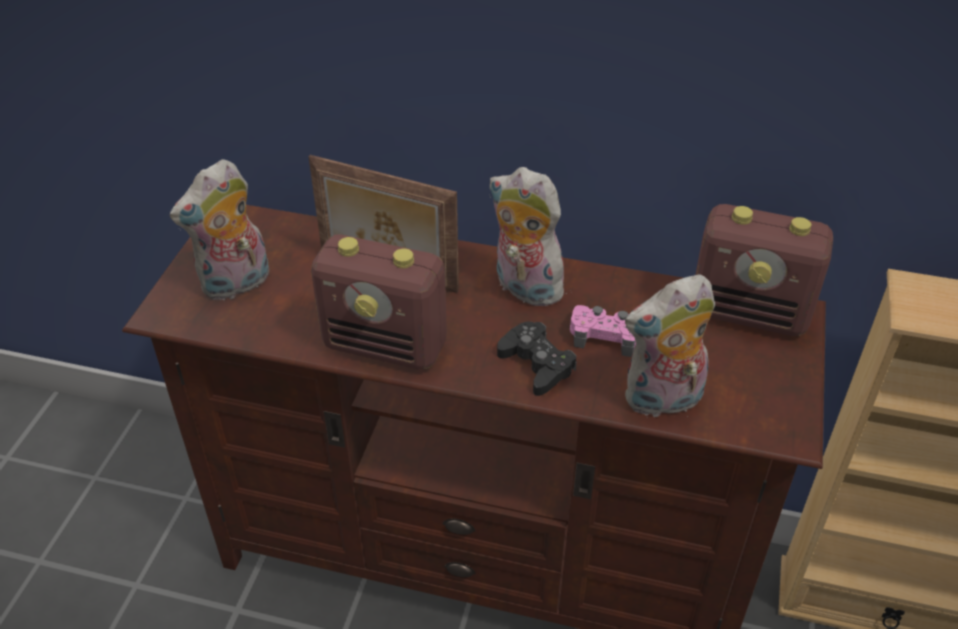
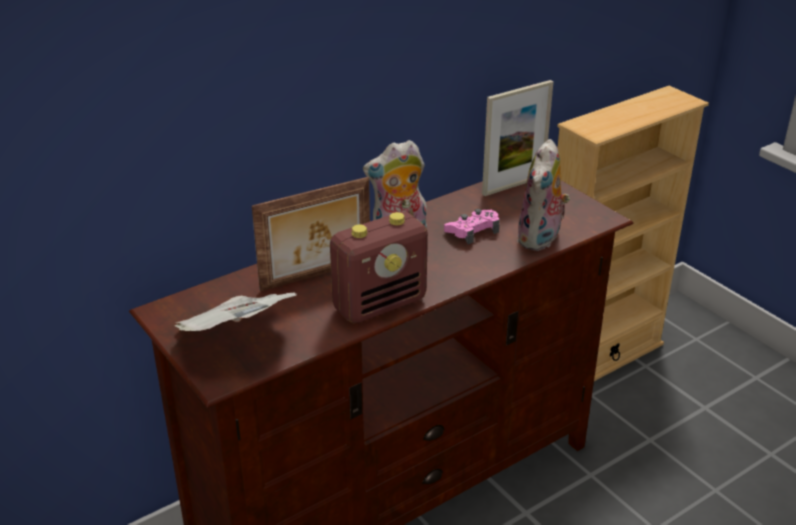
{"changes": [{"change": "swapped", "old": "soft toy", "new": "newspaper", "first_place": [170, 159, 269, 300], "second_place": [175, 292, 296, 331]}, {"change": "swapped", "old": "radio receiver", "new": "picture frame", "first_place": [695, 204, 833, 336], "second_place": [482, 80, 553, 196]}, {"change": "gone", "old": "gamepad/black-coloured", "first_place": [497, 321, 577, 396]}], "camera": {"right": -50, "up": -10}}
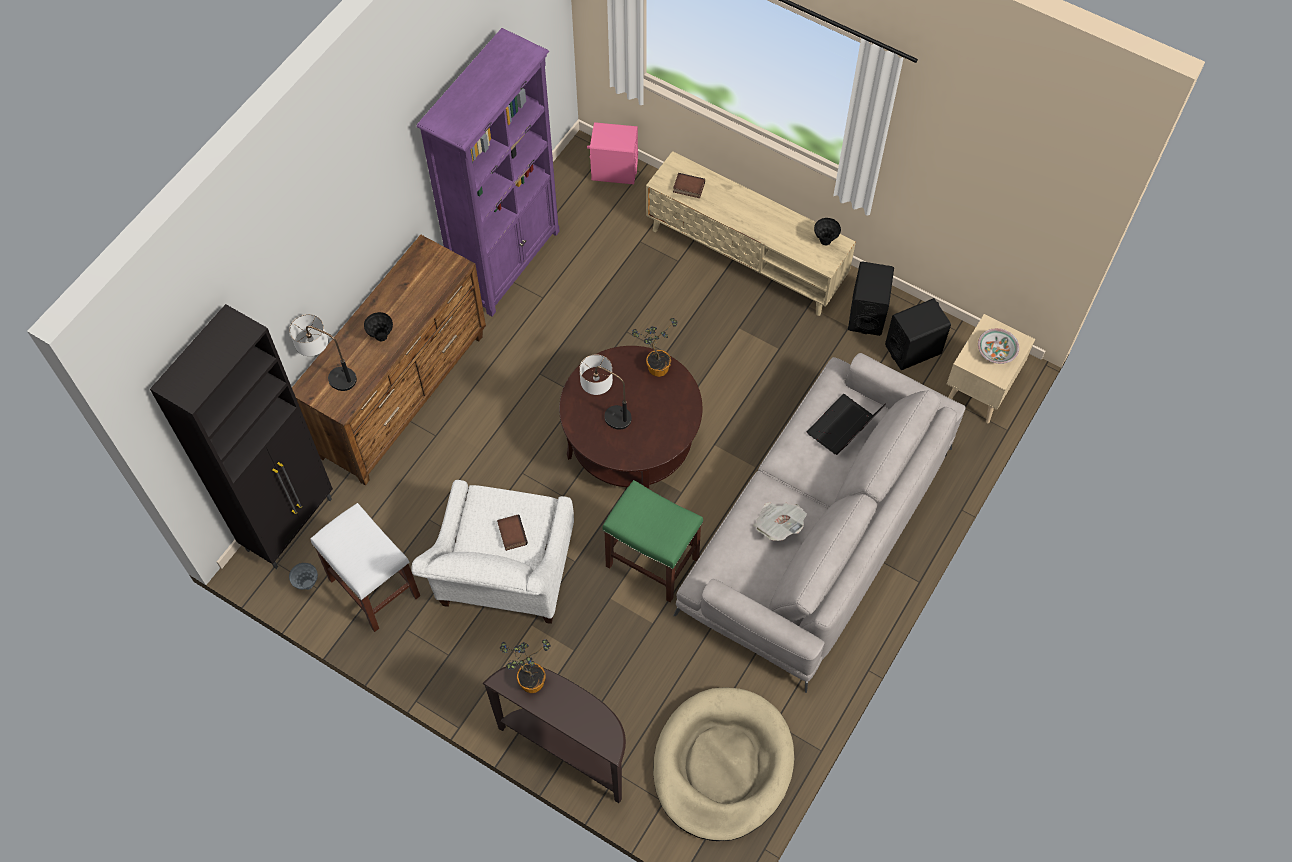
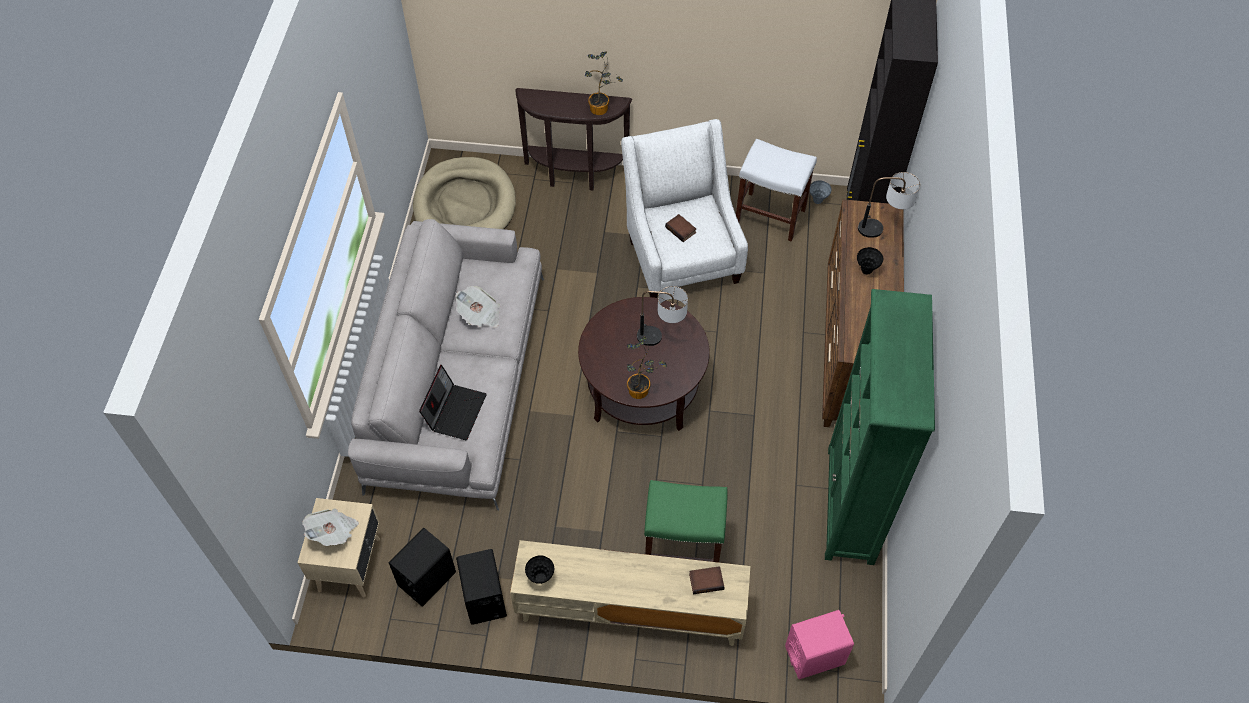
{"changes": [{"change": "swapped", "old": "bowl", "new": "newspaper", "first_place": [978, 328, 1019, 364], "second_place": [302, 508, 359, 546]}, {"change": "shifted", "old": "stool seat/greenish", "first_place": [603, 480, 703, 602], "second_place": [644, 480, 728, 563]}, {"change": "repainted", "old": "bookcase/purplish", "new": "bookcase/greenish", "first_place": [417, 28, 560, 316], "second_place": [825, 289, 935, 565]}], "camera": {"right": 155, "up": -5}}
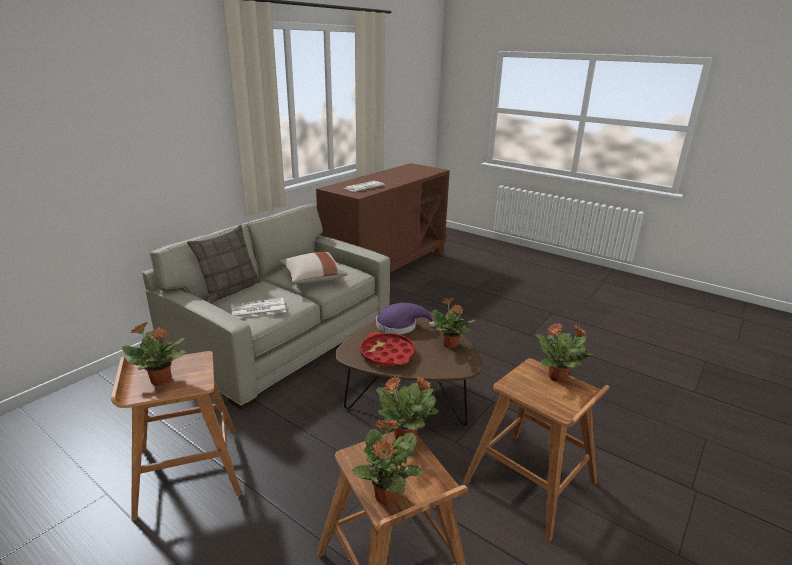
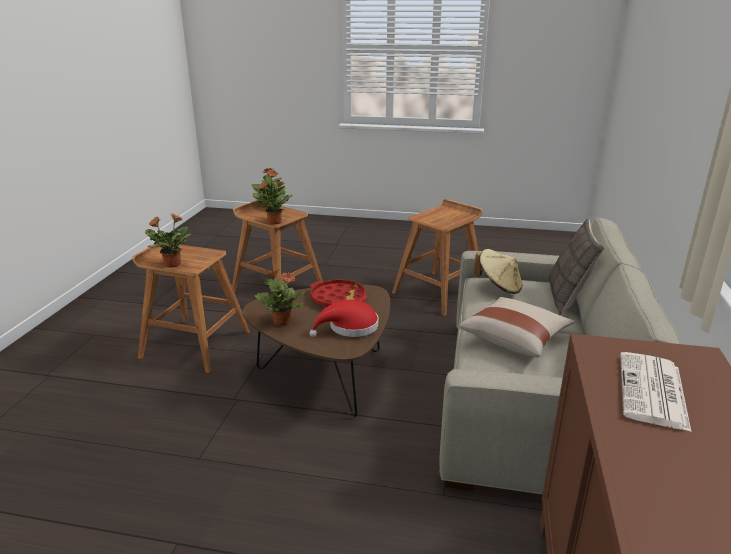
{"changes": [{"change": "repainted", "old": "wearable hat/purplish", "new": "wearable hat/reddish", "first_place": [376, 303, 435, 335], "second_place": [309, 300, 379, 337]}, {"change": "swapped", "old": "newspaper", "new": "wearable hat/beige-coloured", "first_place": [231, 298, 286, 318], "second_place": [474, 249, 522, 294]}, {"change": "gone", "old": "houseplant", "first_place": [122, 322, 186, 386]}], "camera": {"right": 155, "up": 0}}
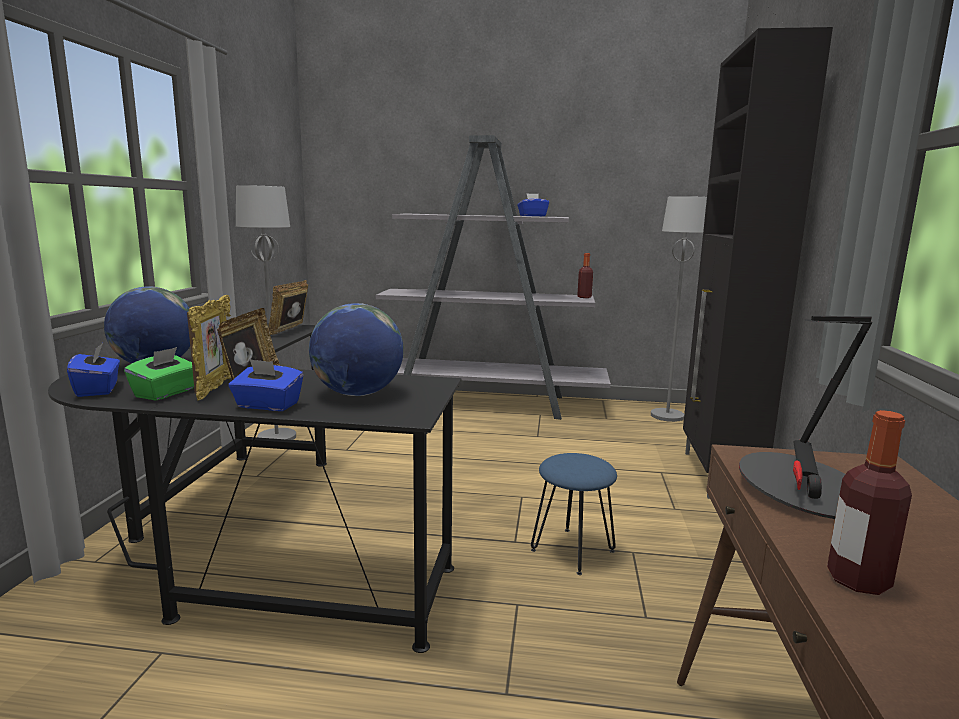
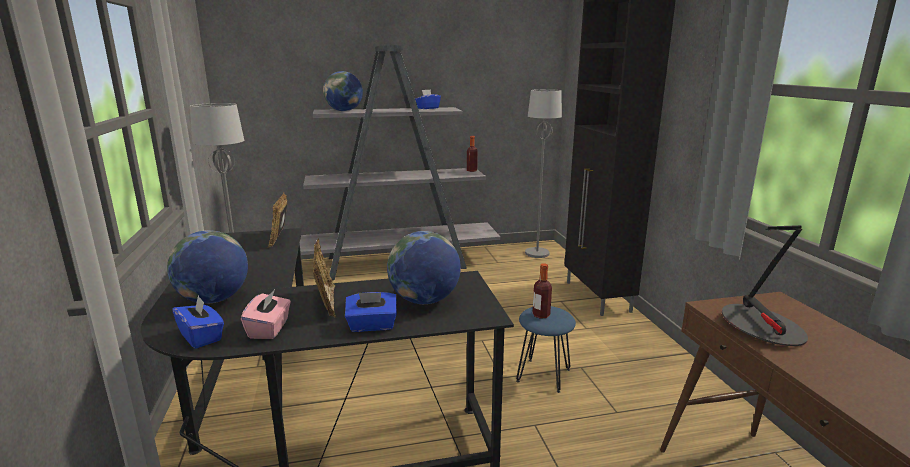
{"changes": [{"change": "repainted", "old": "box of tissues/greenish", "new": "box of tissues/pink", "first_place": [124, 347, 194, 401], "second_place": [241, 289, 291, 339]}, {"change": "new", "new": "globe", "second_place": [323, 71, 363, 111]}, {"change": "shifted", "old": "beverage bottle", "first_place": [827, 410, 912, 595], "second_place": [533, 263, 552, 319]}, {"change": "gone", "old": "picture frame", "first_place": [187, 295, 231, 401]}], "camera": {"right": -20, "up": 5}}
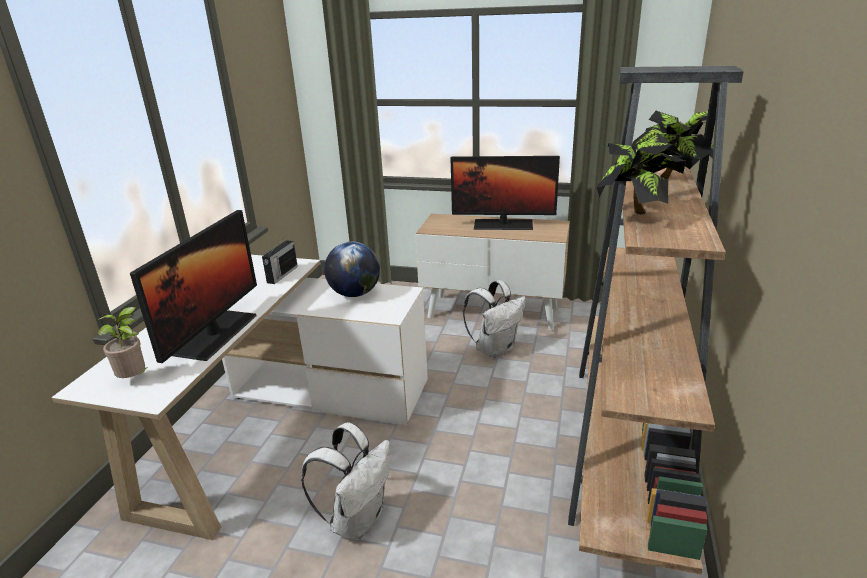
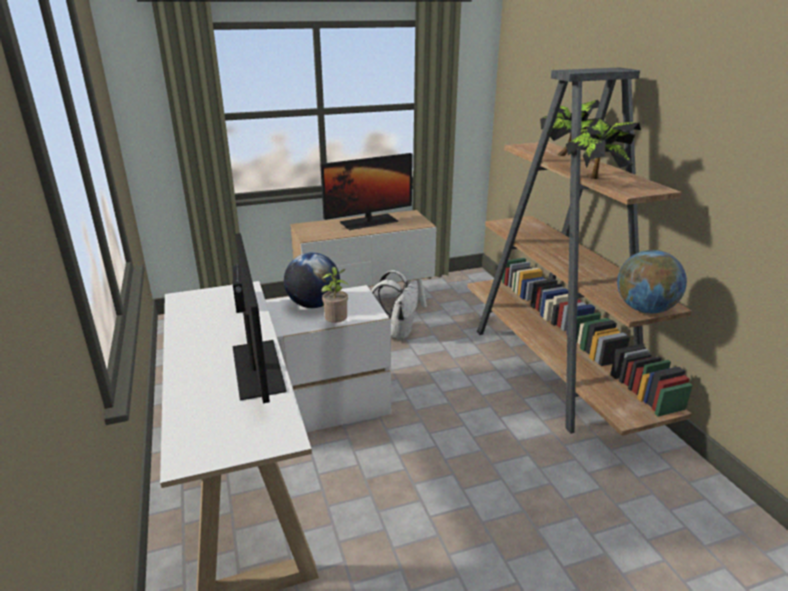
{"changes": [{"change": "shifted", "old": "houseplant", "first_place": [98, 307, 146, 378], "second_place": [321, 267, 349, 323]}, {"change": "new", "new": "globe", "second_place": [617, 250, 687, 313]}, {"change": "gone", "old": "rucksack/whitish", "first_place": [301, 422, 390, 541]}], "camera": {"right": -35, "up": 0}}
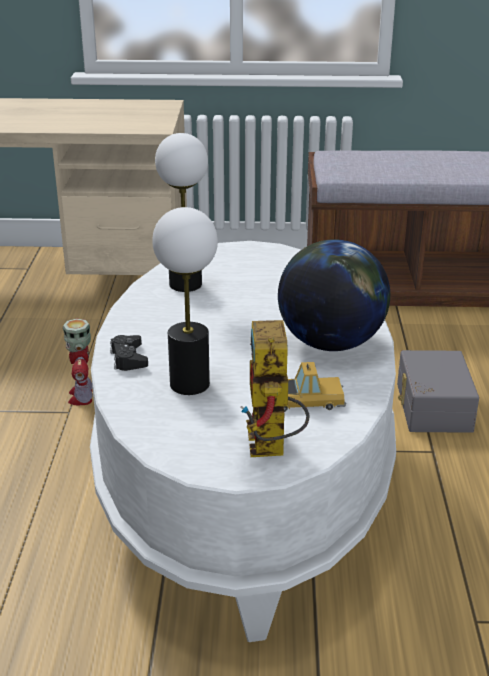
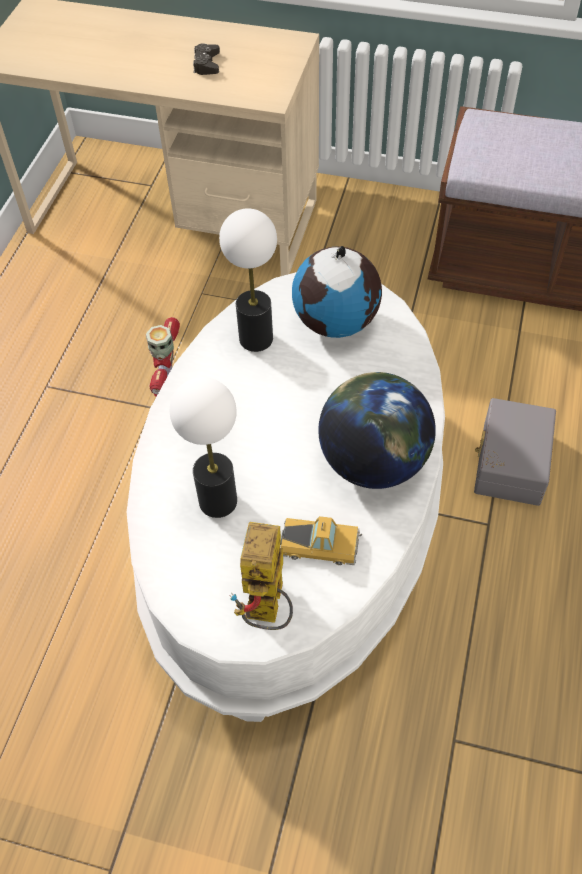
{"changes": [{"change": "shifted", "old": "gamepad/black-coloured", "first_place": [110, 335, 148, 371], "second_place": [193, 43, 220, 75]}, {"change": "new", "new": "globe", "second_place": [292, 246, 382, 338]}], "camera": {"right": 15, "up": 25}}
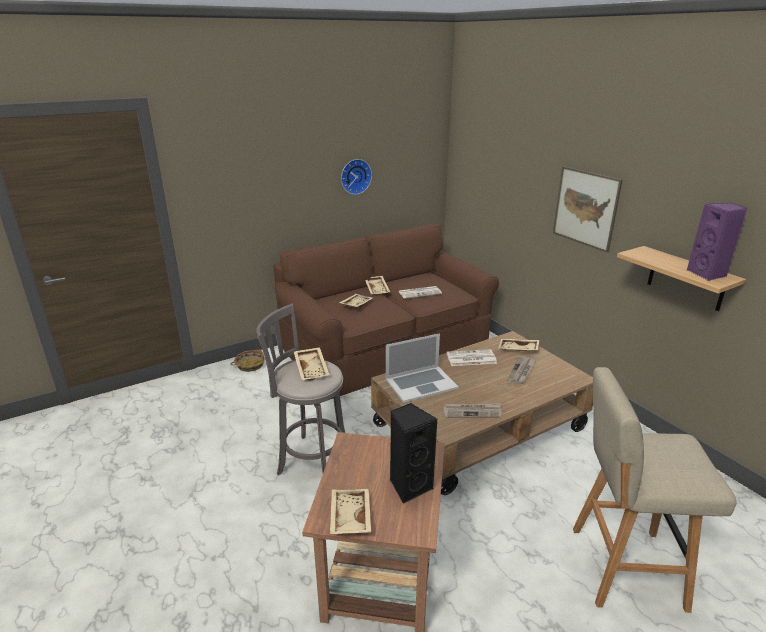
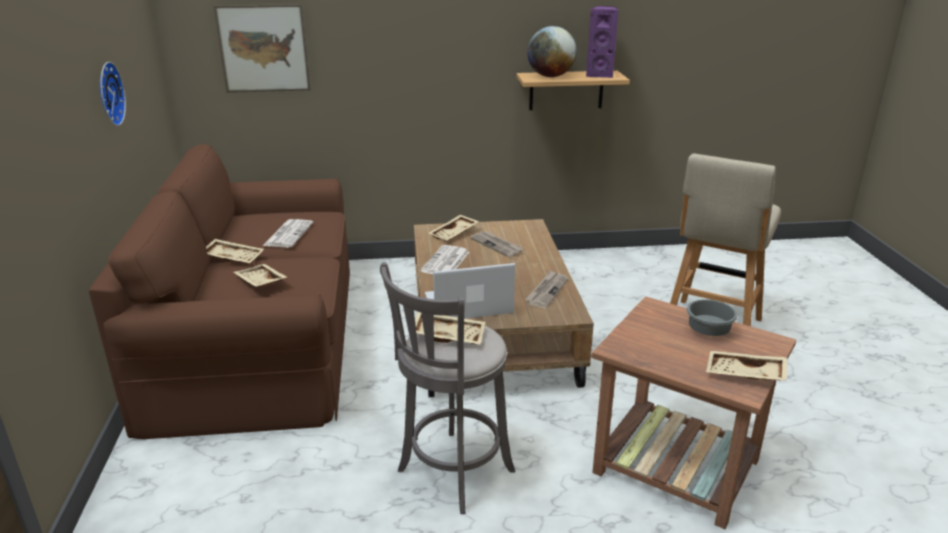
{"changes": [{"change": "shifted", "old": "picture", "first_place": [553, 166, 623, 253], "second_place": [213, 4, 311, 93]}, {"change": "rotated", "old": "laptop", "first_place": [386, 333, 458, 403], "second_place": [425, 263, 515, 319], "degrees": -105}, {"change": "new", "new": "globe", "second_place": [527, 26, 577, 77]}, {"change": "swapped", "old": "speaker/black-coloured", "new": "bowl/grey", "first_place": [390, 403, 437, 504], "second_place": [687, 299, 737, 336]}, {"change": "gone", "old": "household basket", "first_place": [230, 349, 264, 372]}], "camera": {"right": -65, "up": 0}}
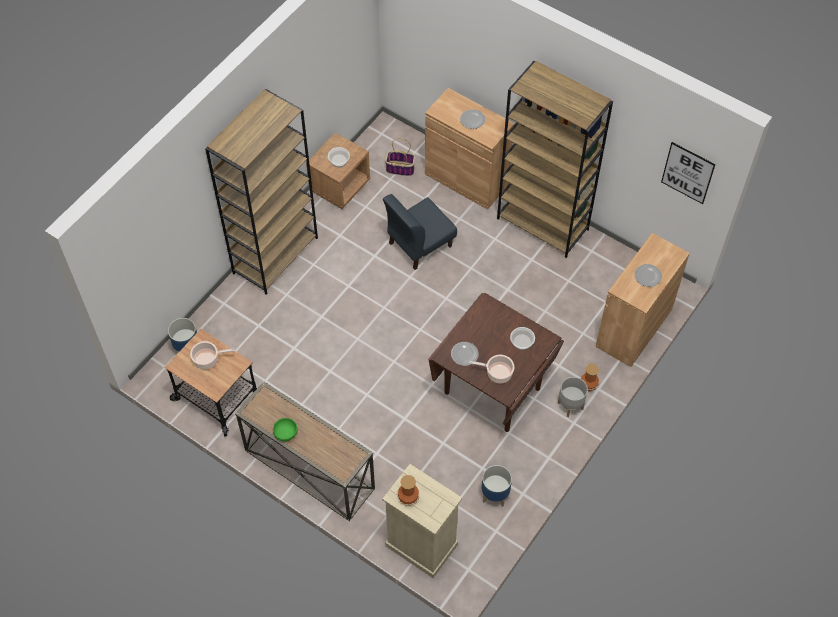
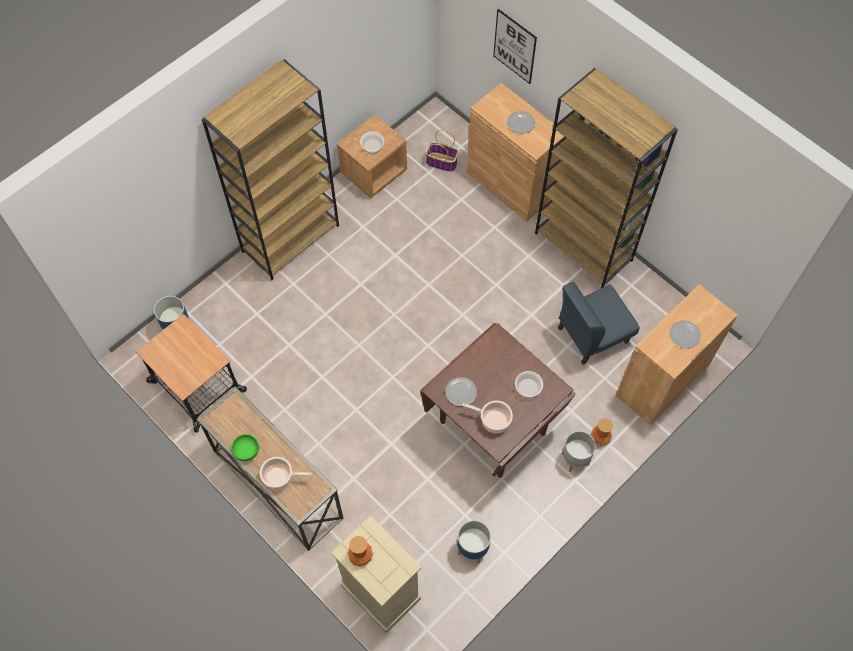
{"changes": [{"change": "shifted", "old": "saucepot", "first_place": [190, 341, 235, 369], "second_place": [260, 457, 312, 490]}, {"change": "shifted", "old": "picture", "first_place": [661, 142, 716, 204], "second_place": [493, 9, 537, 84]}, {"change": "shifted", "old": "chair/blue", "first_place": [383, 194, 457, 270], "second_place": [558, 282, 640, 365]}], "camera": {"right": 10, "up": 5}}
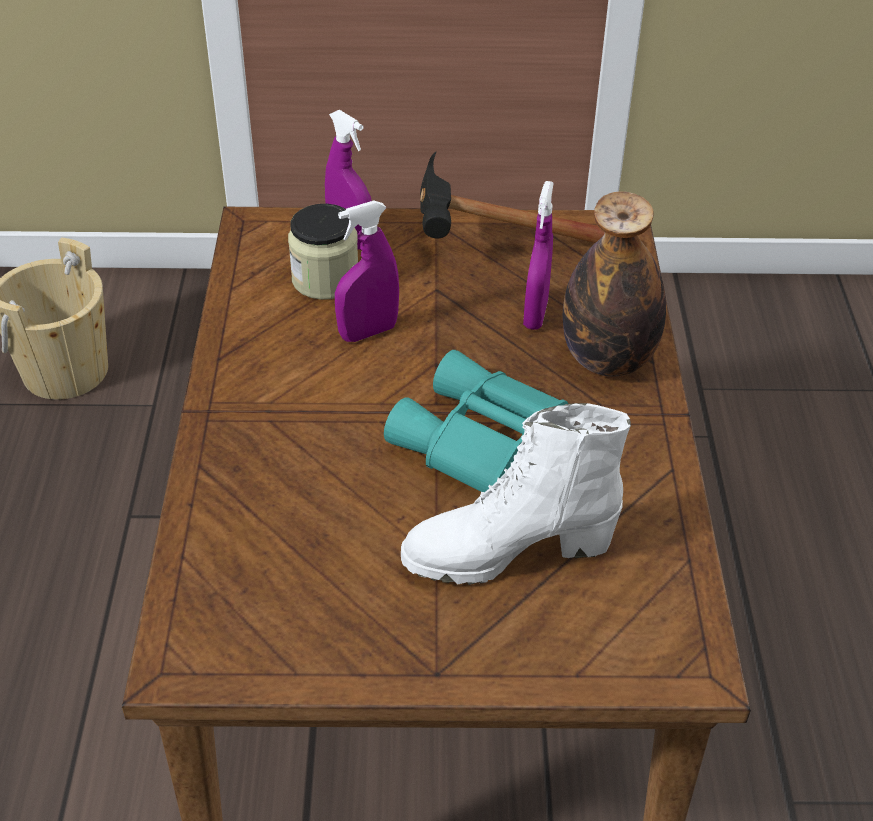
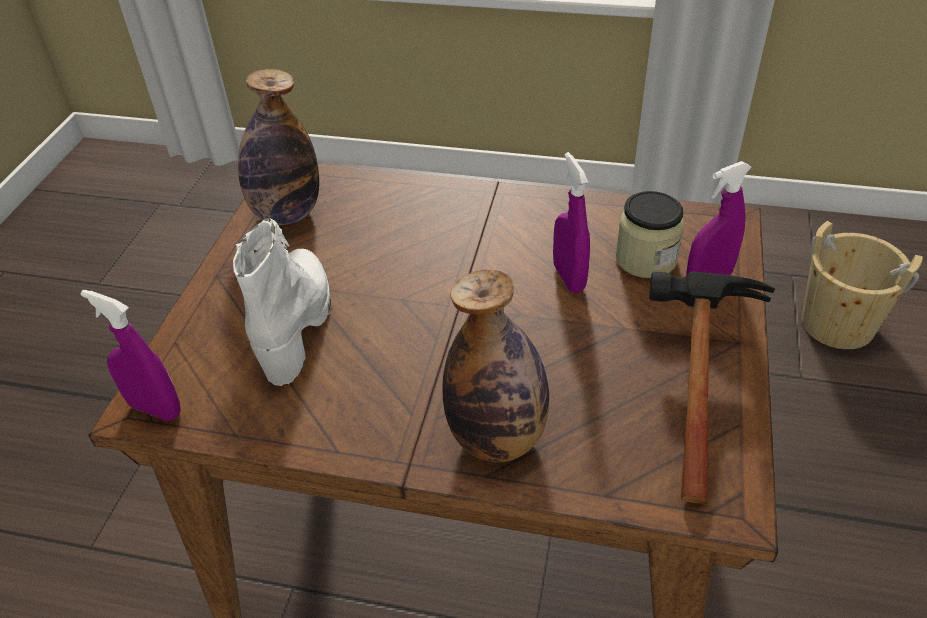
{"changes": [{"change": "shifted", "old": "spray bottle/purplish", "first_place": [523, 181, 554, 330], "second_place": [81, 290, 181, 421]}, {"change": "new", "new": "beverage bottle", "second_place": [238, 69, 319, 225]}, {"change": "gone", "old": "pair of binoculars/turquoise", "first_place": [384, 350, 568, 492]}], "camera": {"right": 105, "up": 0}}
